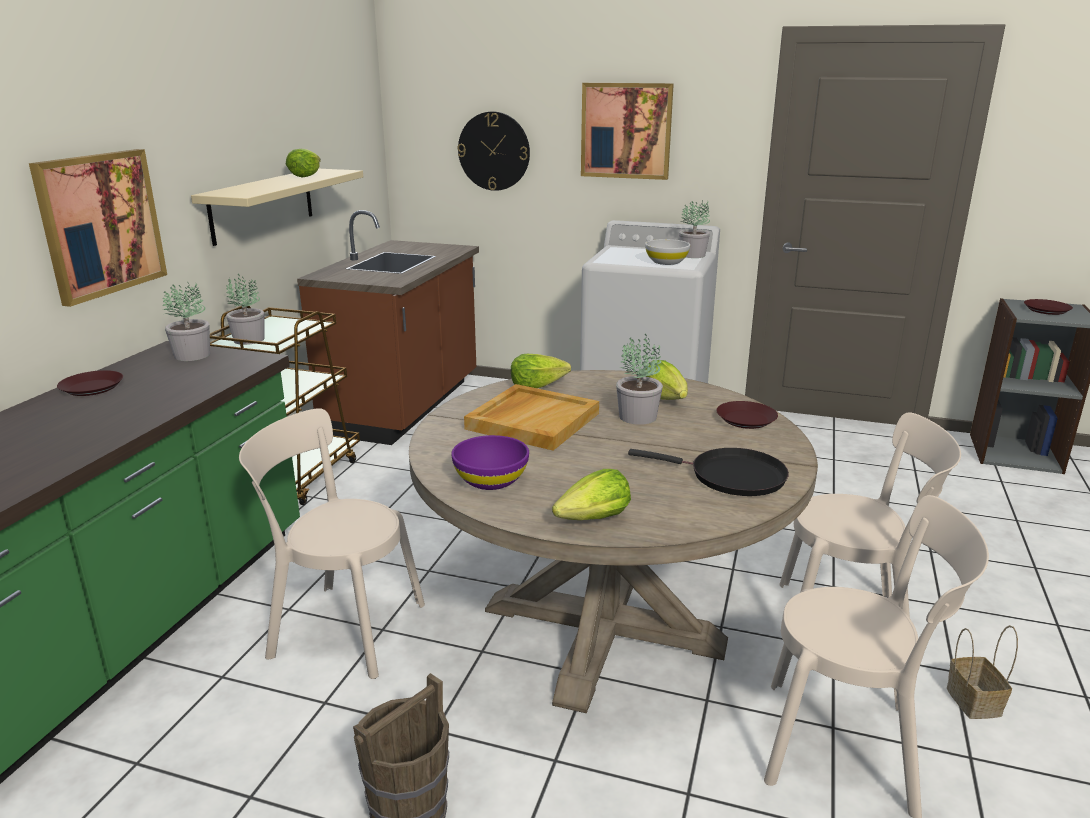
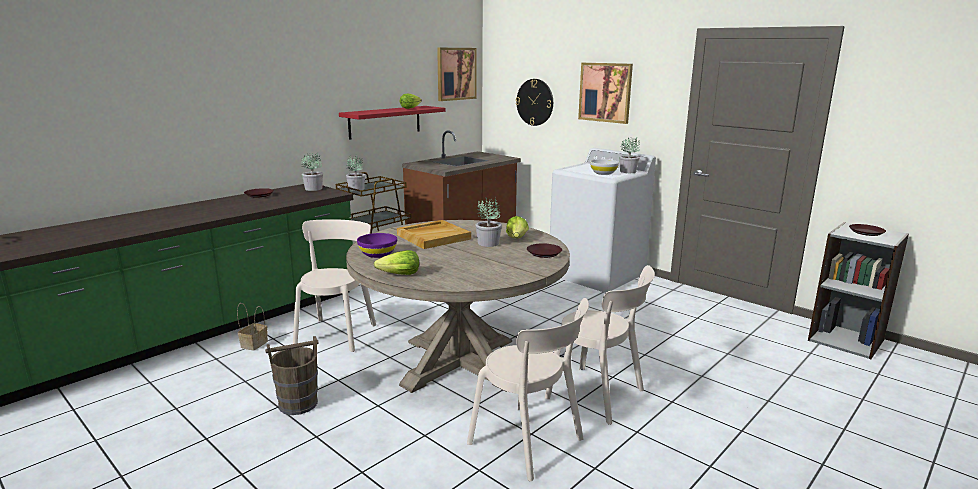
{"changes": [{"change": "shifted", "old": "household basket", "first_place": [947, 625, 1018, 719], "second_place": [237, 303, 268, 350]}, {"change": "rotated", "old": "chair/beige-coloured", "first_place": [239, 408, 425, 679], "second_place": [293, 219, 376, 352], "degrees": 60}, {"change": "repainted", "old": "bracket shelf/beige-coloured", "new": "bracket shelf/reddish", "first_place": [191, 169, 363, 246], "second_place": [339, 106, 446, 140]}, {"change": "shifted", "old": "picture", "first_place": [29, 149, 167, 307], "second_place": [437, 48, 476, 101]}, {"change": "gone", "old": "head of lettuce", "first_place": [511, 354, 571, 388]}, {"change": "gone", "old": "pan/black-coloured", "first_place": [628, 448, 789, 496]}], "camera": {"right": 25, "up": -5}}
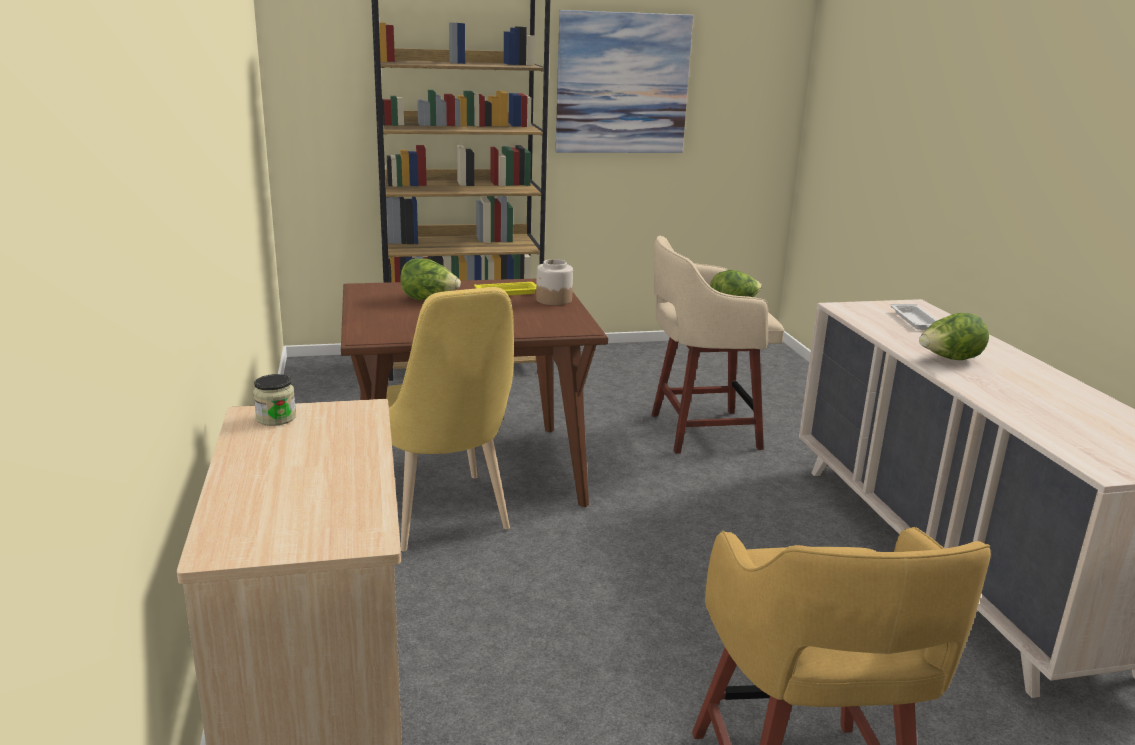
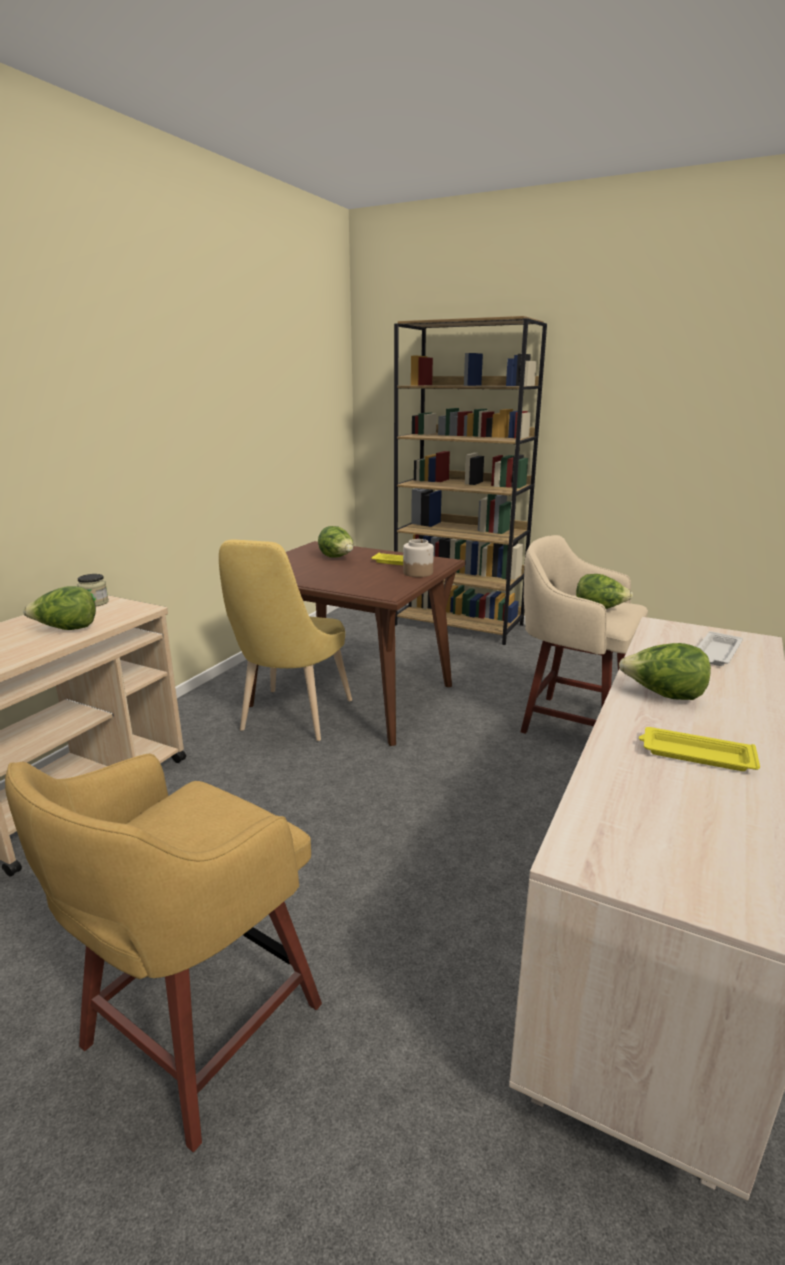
{"changes": [{"change": "new", "new": "head of lettuce", "second_place": [23, 586, 96, 630]}, {"change": "new", "new": "tray/yellow", "second_place": [639, 727, 760, 771]}, {"change": "gone", "old": "picture", "first_place": [556, 10, 693, 153]}], "camera": {"right": 40, "up": 0}}
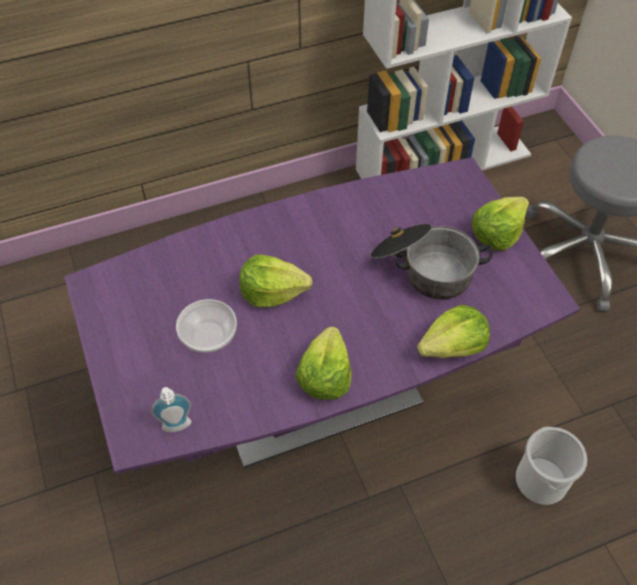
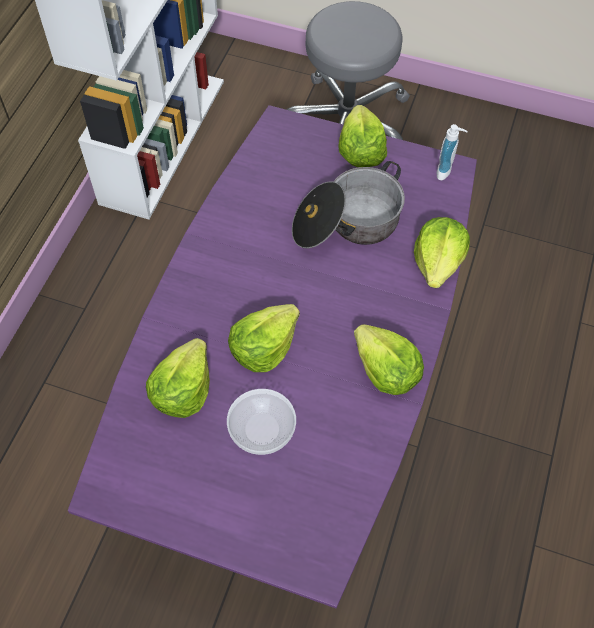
{"changes": [{"change": "new", "new": "head of lettuce", "second_place": [146, 338, 210, 418]}, {"change": "shifted", "old": "liquid soap bottle", "first_place": [151, 387, 191, 432], "second_place": [437, 124, 468, 180]}, {"change": "gone", "old": "pail", "first_place": [516, 427, 587, 505]}], "camera": {"right": -50, "up": 5}}
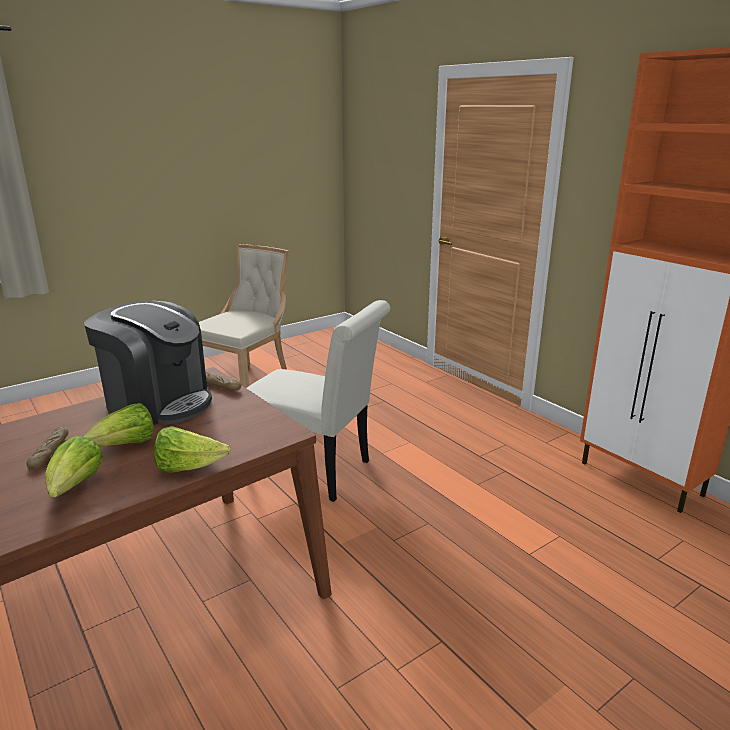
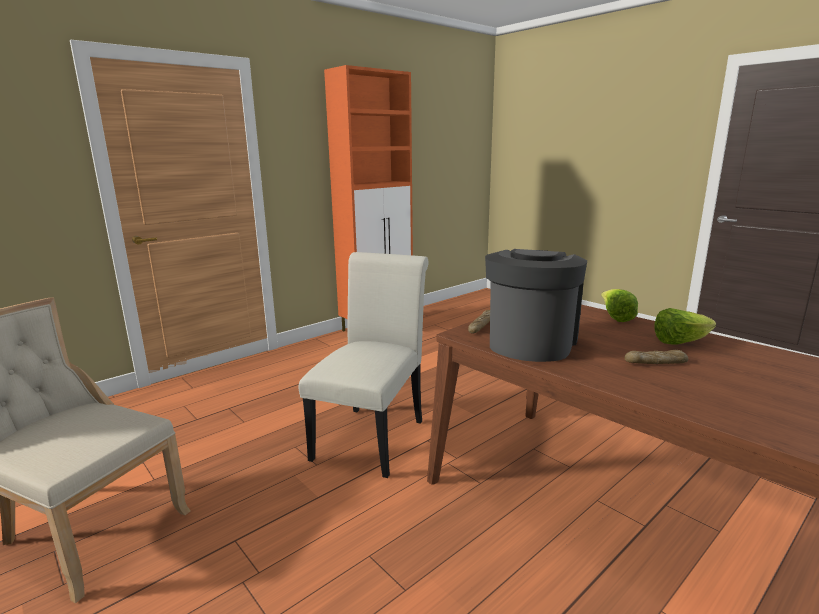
{"changes": [{"change": "gone", "old": "head of lettuce", "first_place": [83, 403, 154, 446]}], "camera": {"right": -95, "up": -5}}
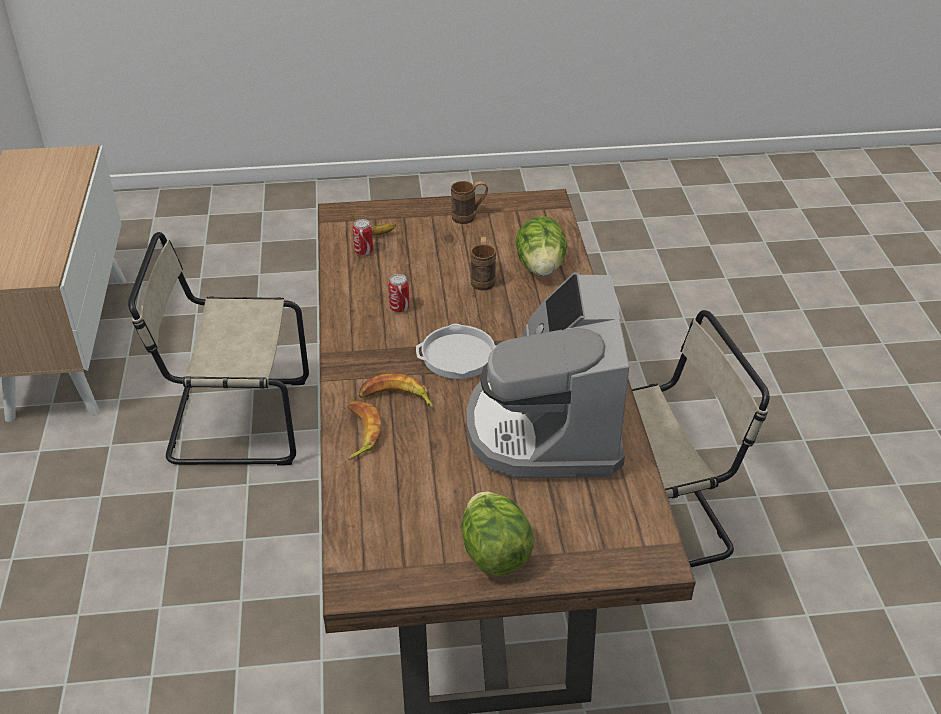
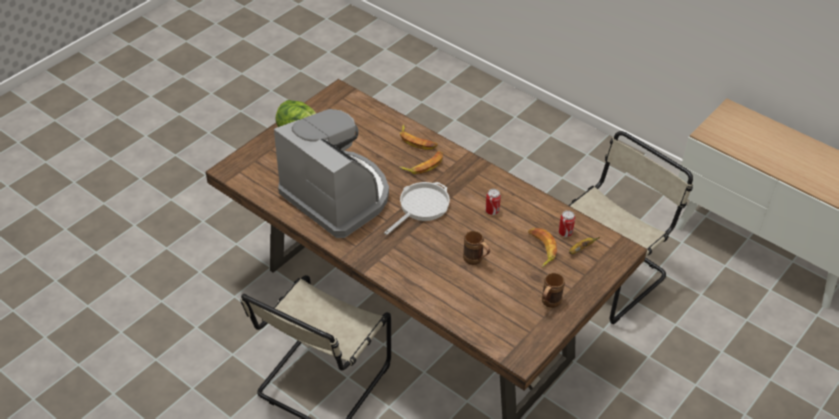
{"changes": [{"change": "new", "new": "banana", "second_place": [528, 228, 557, 268]}, {"change": "gone", "old": "head of lettuce", "first_place": [516, 216, 567, 276]}], "camera": {"right": 135, "up": 5}}
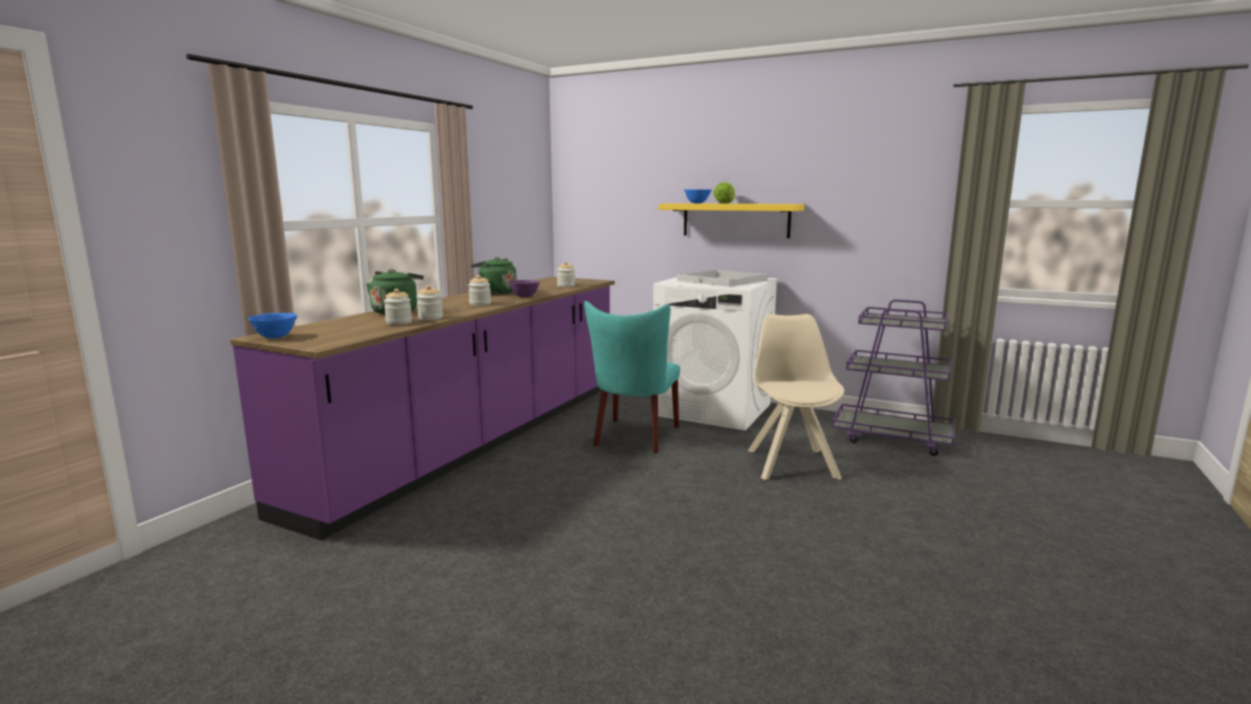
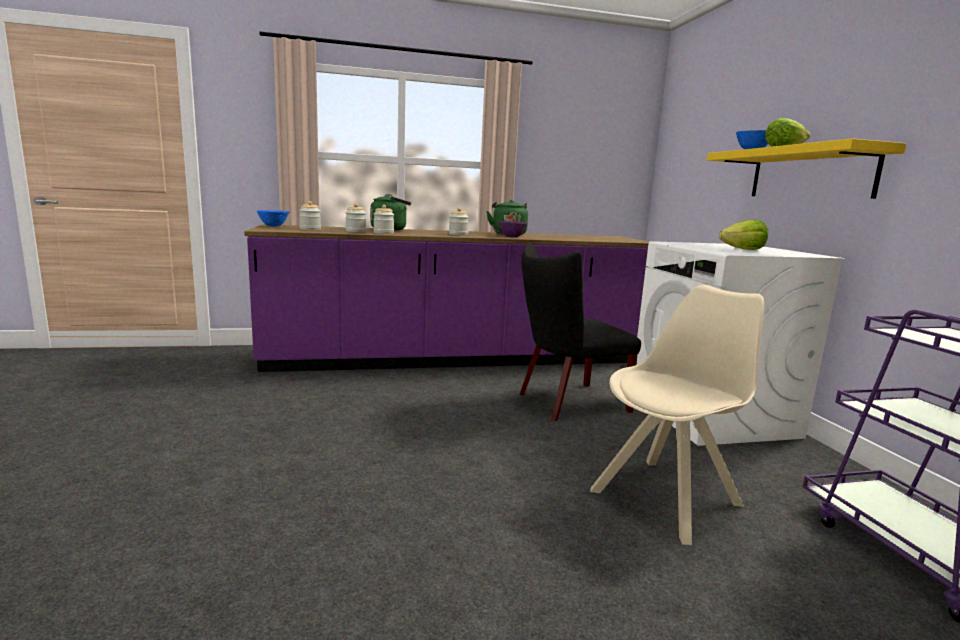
{"changes": [{"change": "shifted", "old": "jar", "first_place": [557, 262, 575, 287], "second_place": [299, 201, 321, 230]}, {"change": "repainted", "old": "chair/turquoise", "new": "chair/black-coloured", "first_place": [584, 301, 680, 453], "second_place": [519, 242, 641, 421]}, {"change": "swapped", "old": "tray/whitish", "new": "head of lettuce", "first_place": [677, 270, 768, 287], "second_place": [719, 219, 768, 250]}], "camera": {"right": 50, "up": 0}}
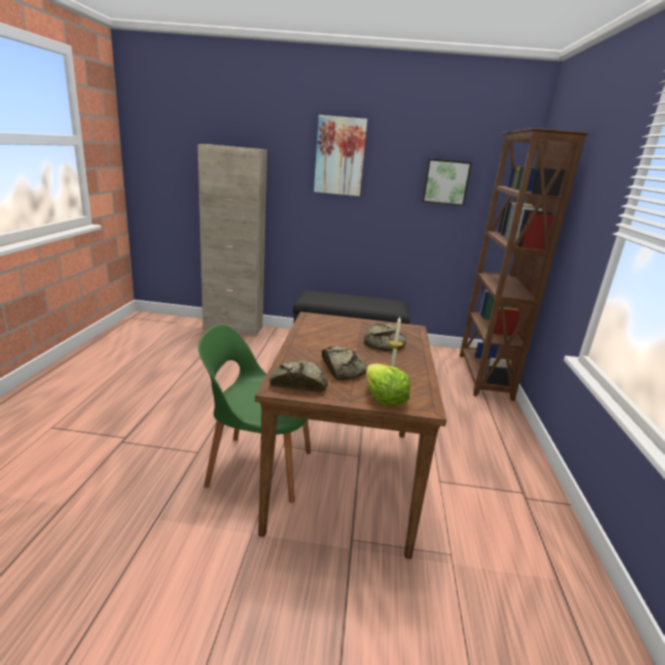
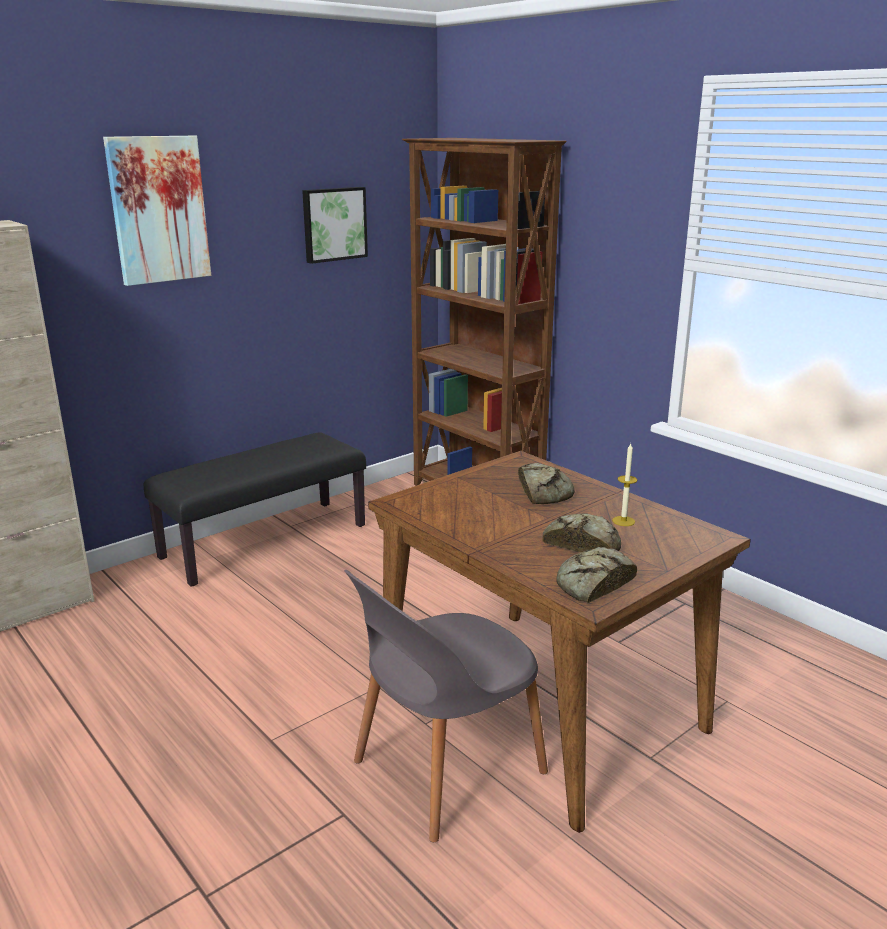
{"changes": [{"change": "repainted", "old": "chair/greenish", "new": "chair/grey", "first_place": [198, 324, 311, 503], "second_place": [344, 570, 548, 842]}, {"change": "gone", "old": "head of lettuce", "first_place": [366, 364, 410, 406]}], "camera": {"right": -45, "up": 0}}
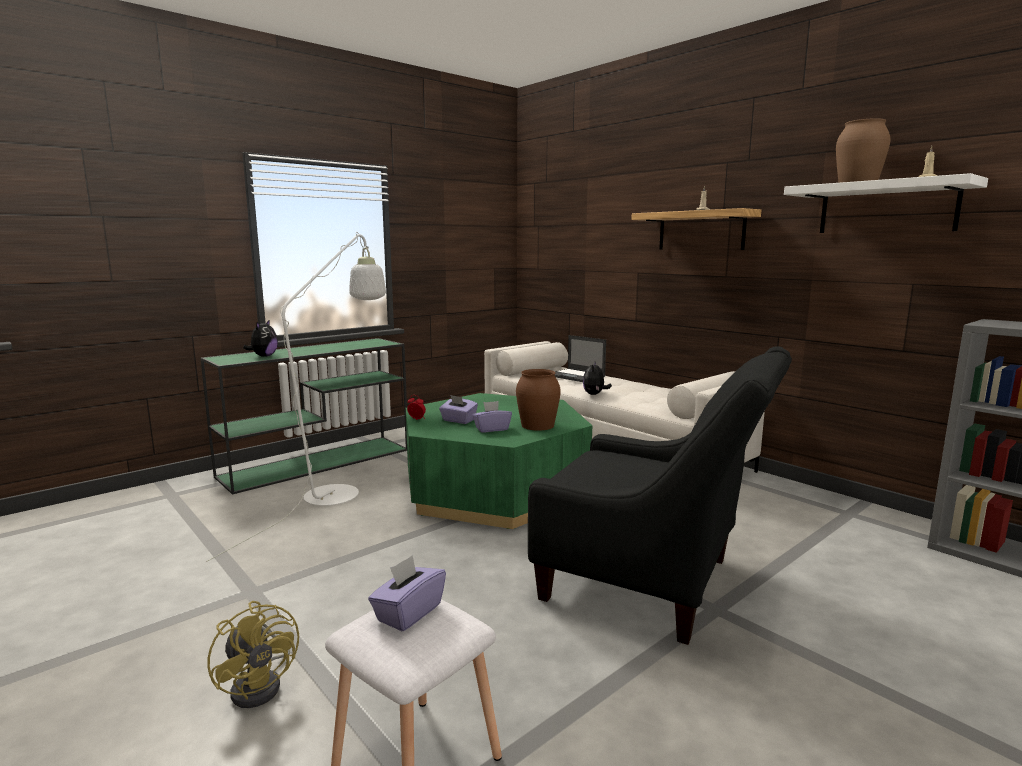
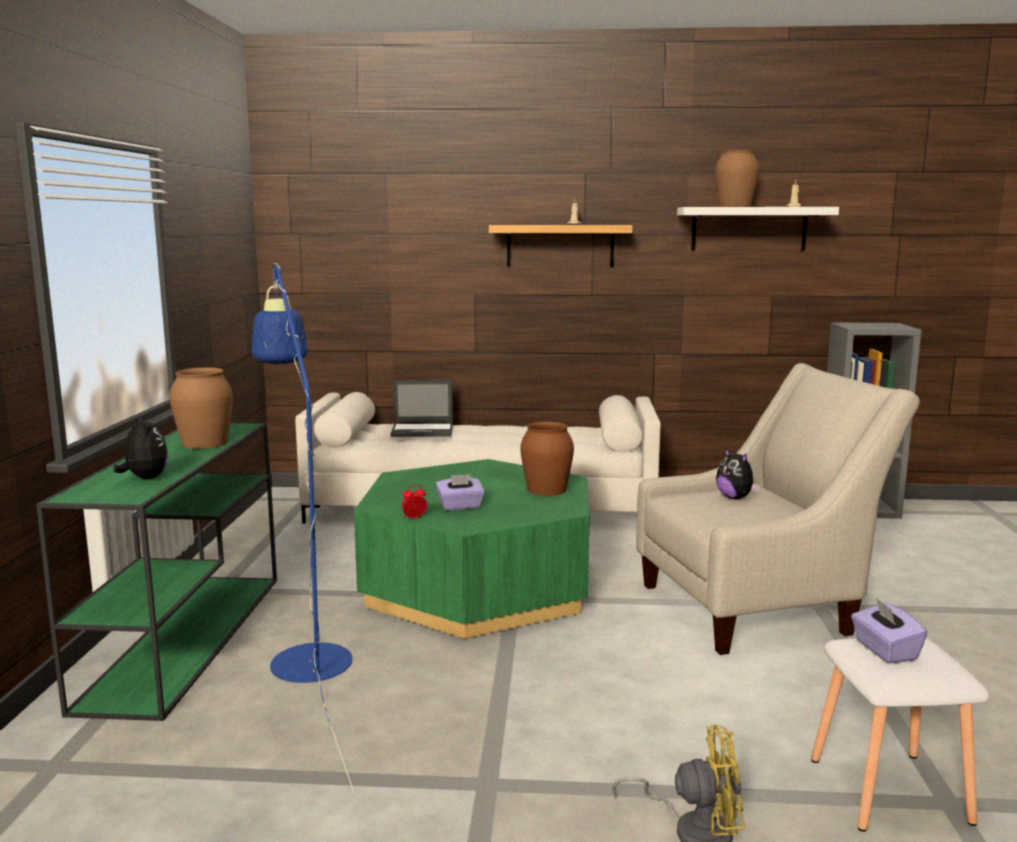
{"changes": [{"change": "new", "new": "flower vase/brownish", "second_place": [170, 368, 233, 449]}, {"change": "repainted", "old": "standard lamp/whitish", "new": "standard lamp/blue", "first_place": [206, 232, 386, 562], "second_place": [252, 263, 355, 793]}, {"change": "repainted", "old": "armchair/black-coloured", "new": "armchair/beige-coloured", "first_place": [528, 346, 792, 645], "second_place": [636, 363, 920, 655]}, {"change": "shifted", "old": "soft toy", "first_place": [583, 363, 612, 395], "second_place": [716, 447, 760, 499]}, {"change": "gone", "old": "box of tissues/purplish", "first_place": [472, 401, 512, 432]}], "camera": {"right": -45, "up": 0}}
